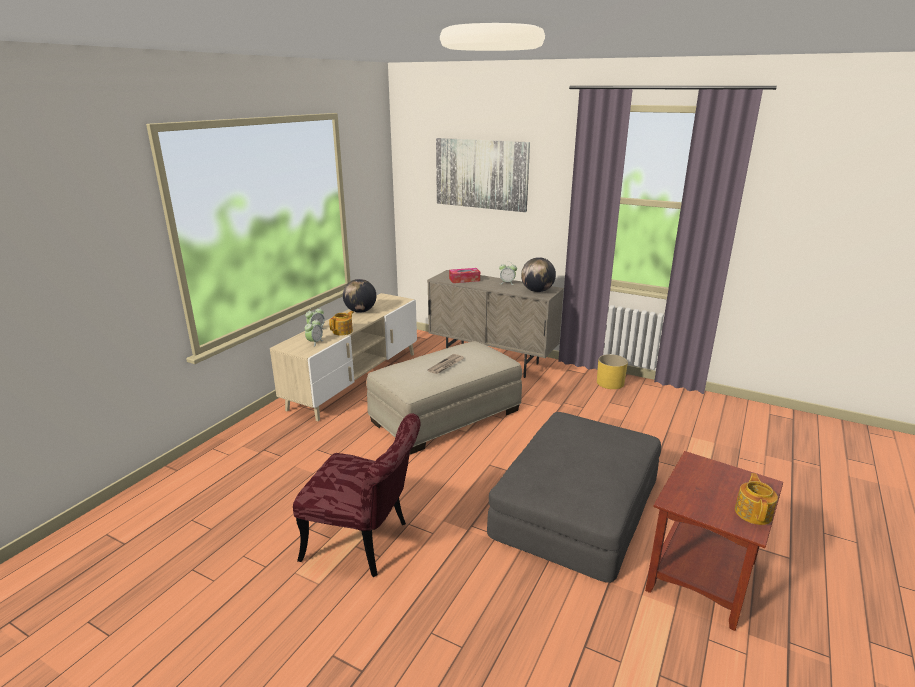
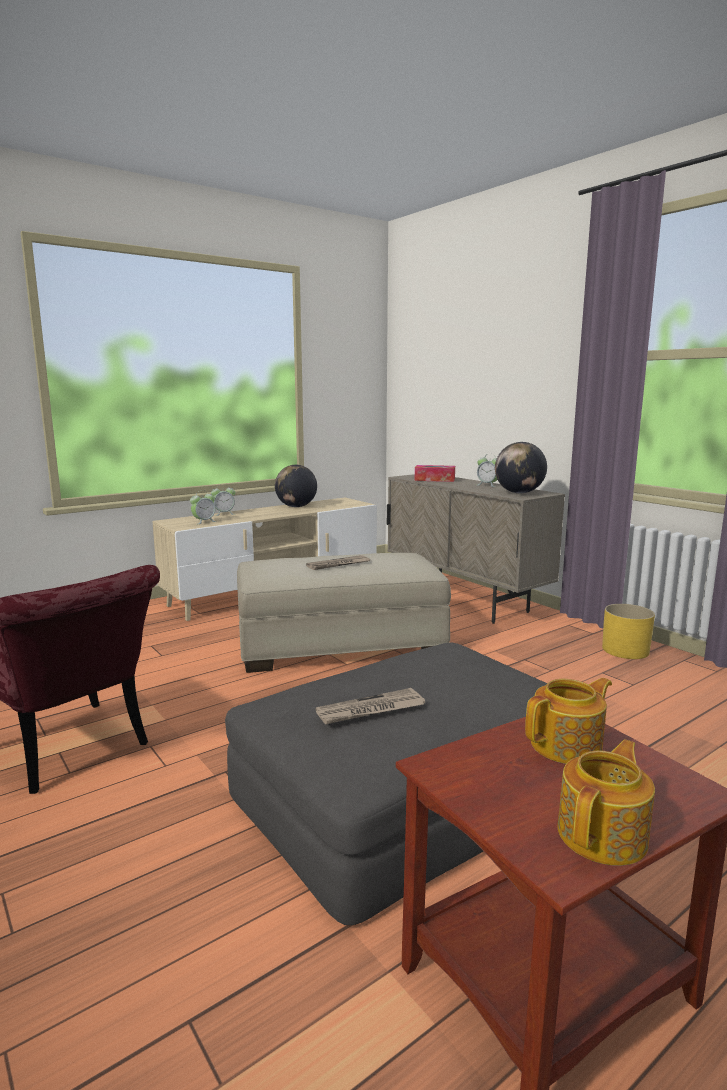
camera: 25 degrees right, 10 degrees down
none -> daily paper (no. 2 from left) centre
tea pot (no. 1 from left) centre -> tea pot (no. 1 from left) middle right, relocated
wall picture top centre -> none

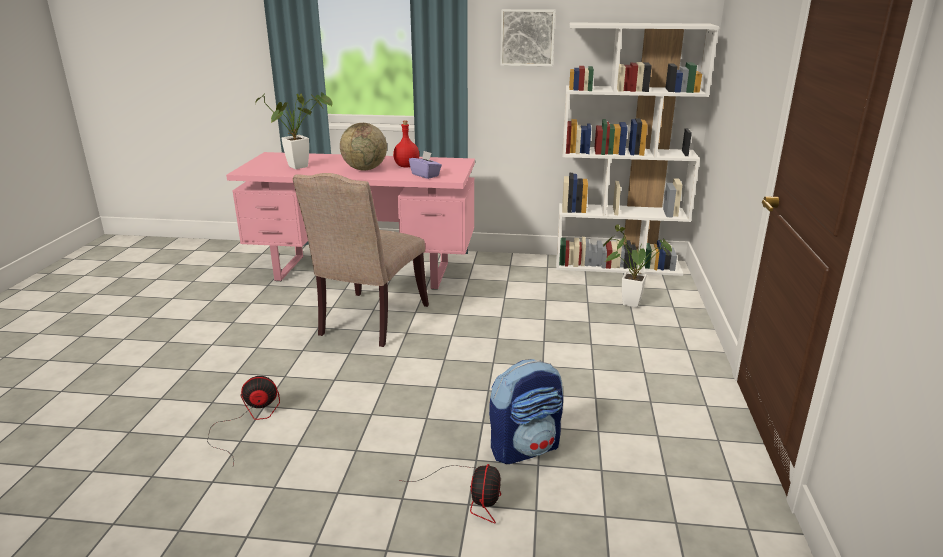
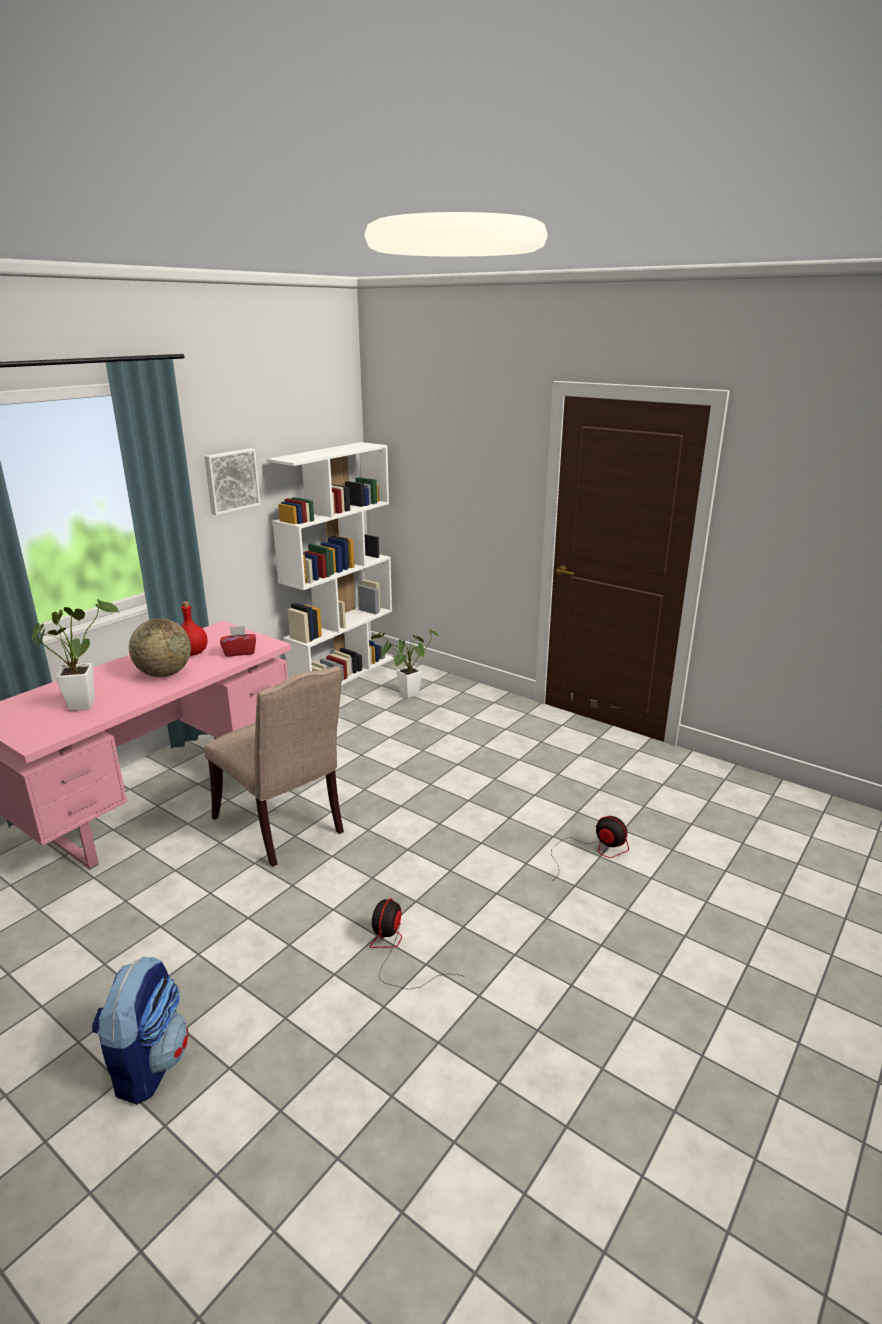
camera: 60 degrees left, 0 degrees up
rucksack bottom centre -> rucksack bottom left, relocated
purple-coloured tissue box top centre -> red tissue box middle left

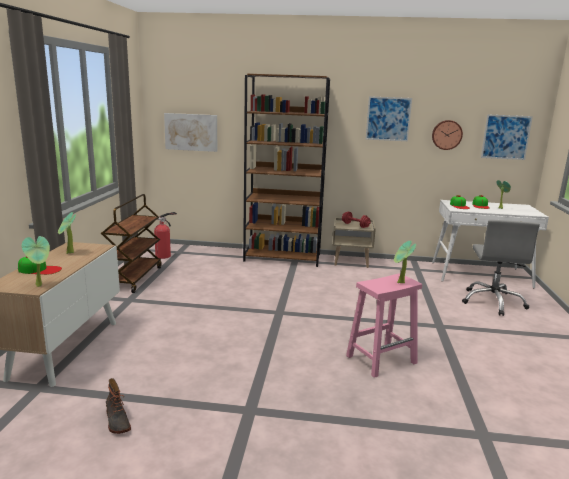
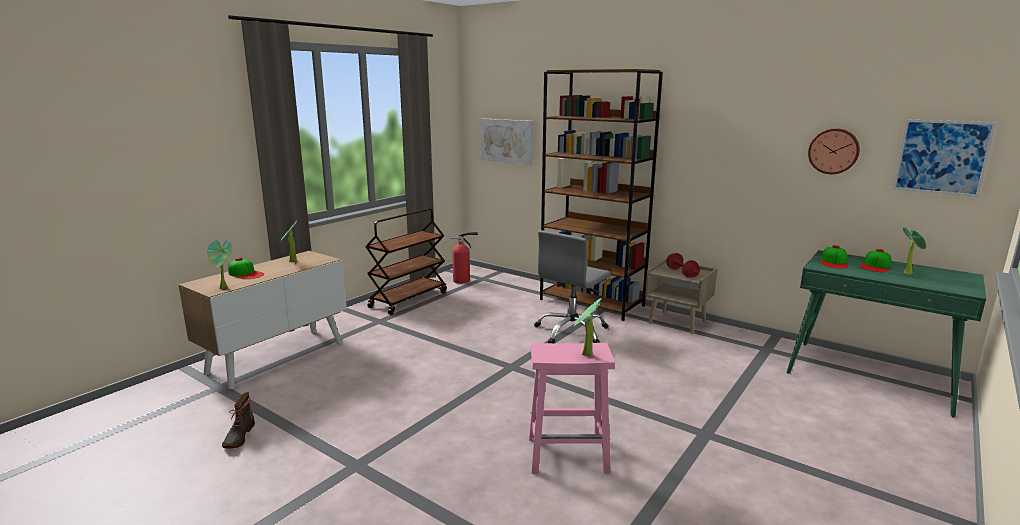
camera: 30 degrees right, 0 degrees up
gray desk chair middle right -> gray desk chair centre, relocated
white-coloured desk table middle right -> greenish desk table middle right
wall picture (no. 2 from left) top right -> none

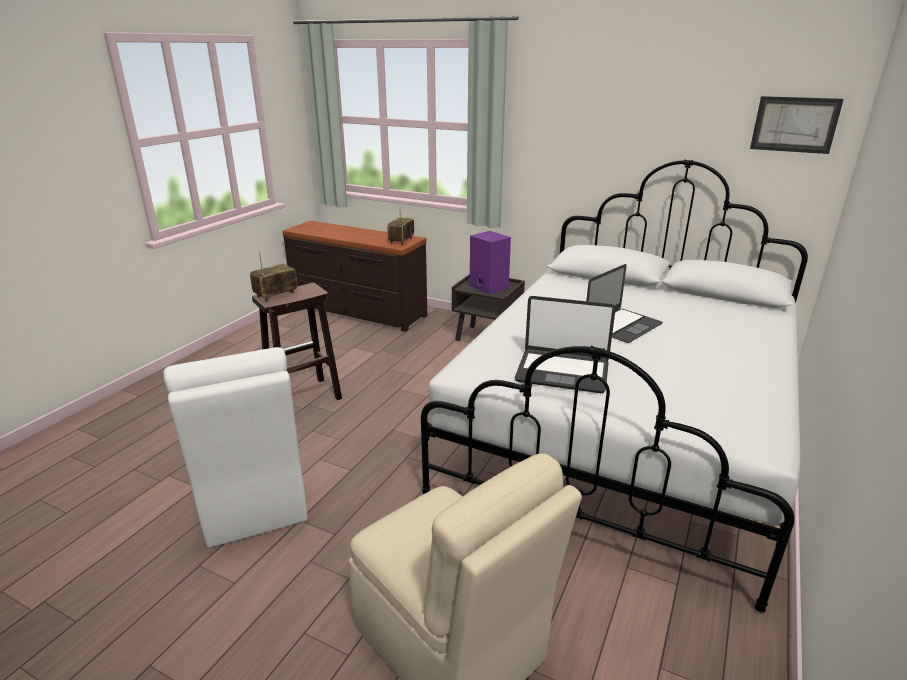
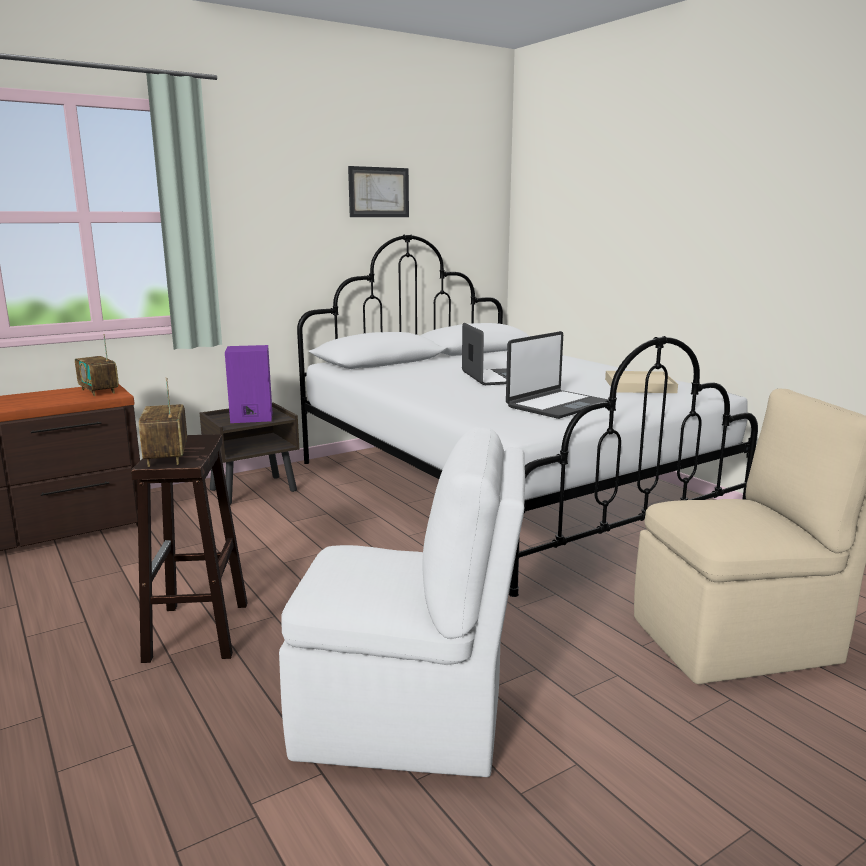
camera: 60 degrees left, 10 degrees down
wall picture top right -> wall picture top centre, relocated
none -> beige serving tray middle right

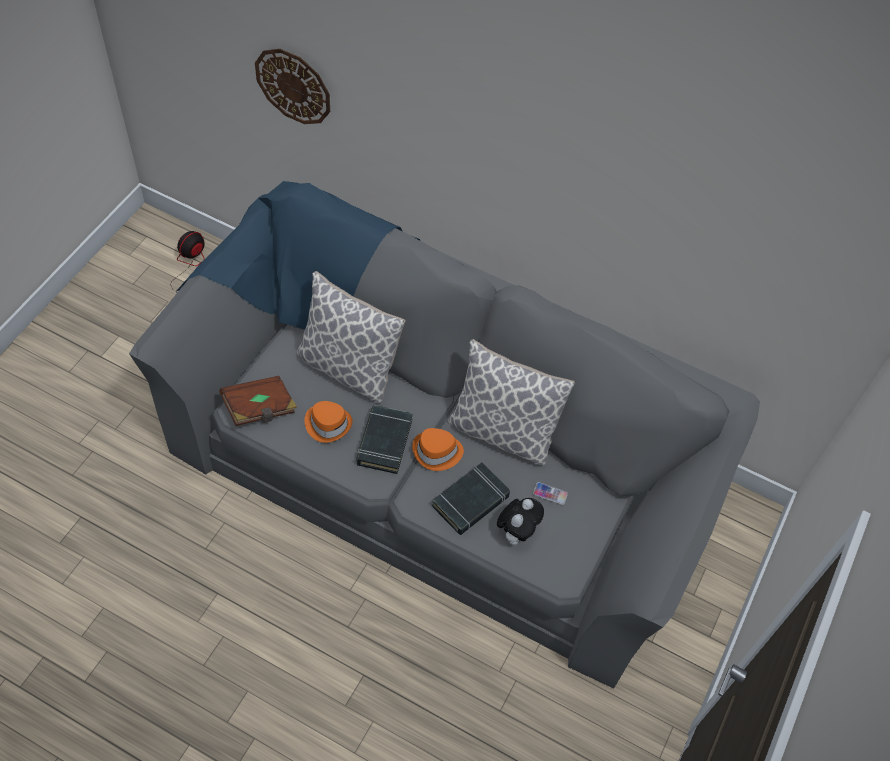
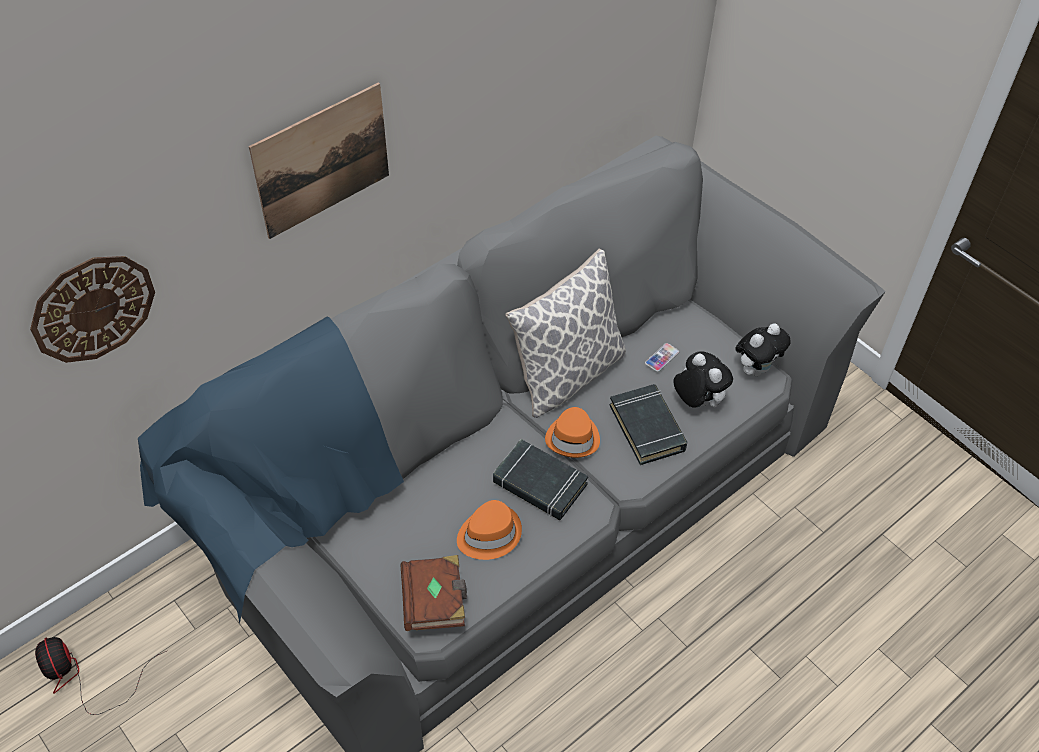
camera: 65 degrees left, 5 degrees down
none -> wall picture top left
none -> cuddly toy (no. 2 from left) middle right
cushion (no. 1 from left) centre -> none

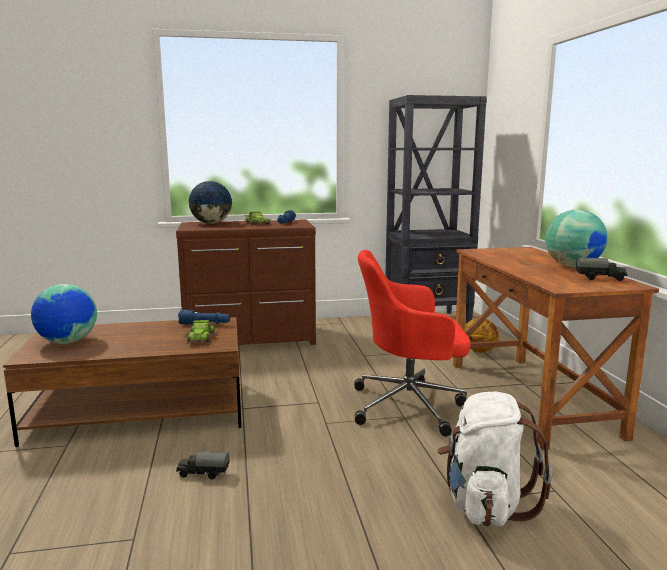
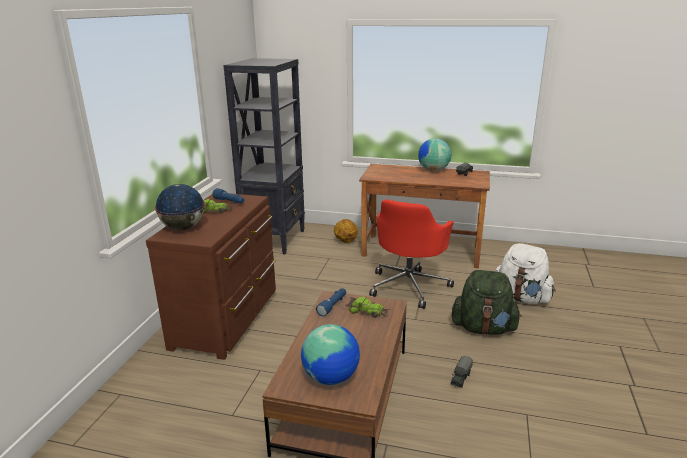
camera: 65 degrees left, 10 degrees up
none -> greenish rucksack middle right

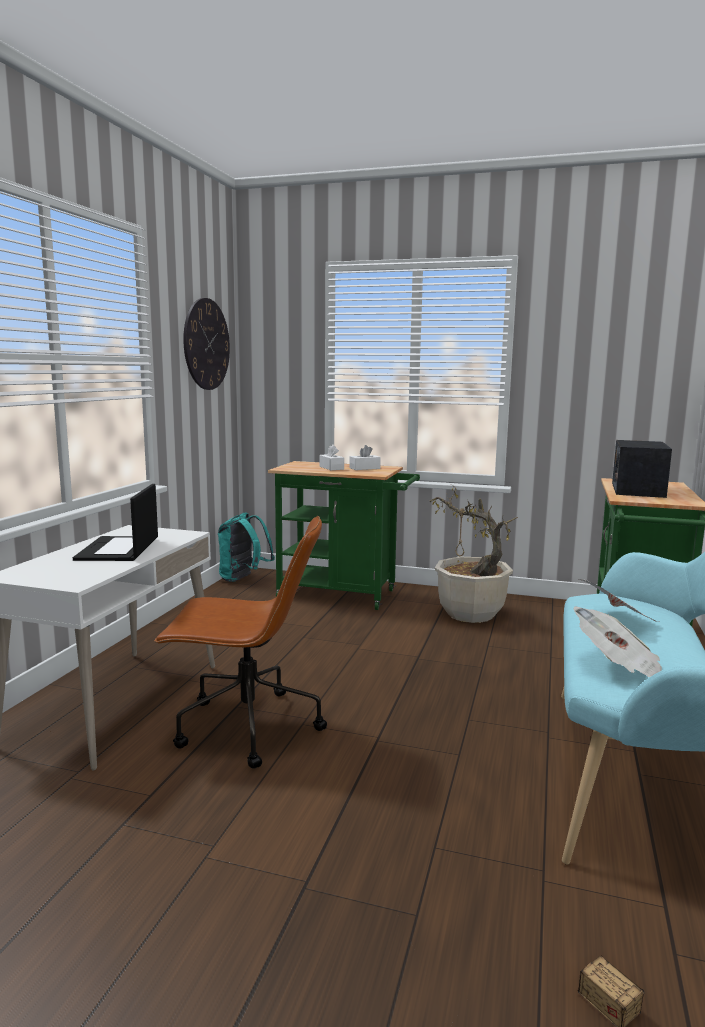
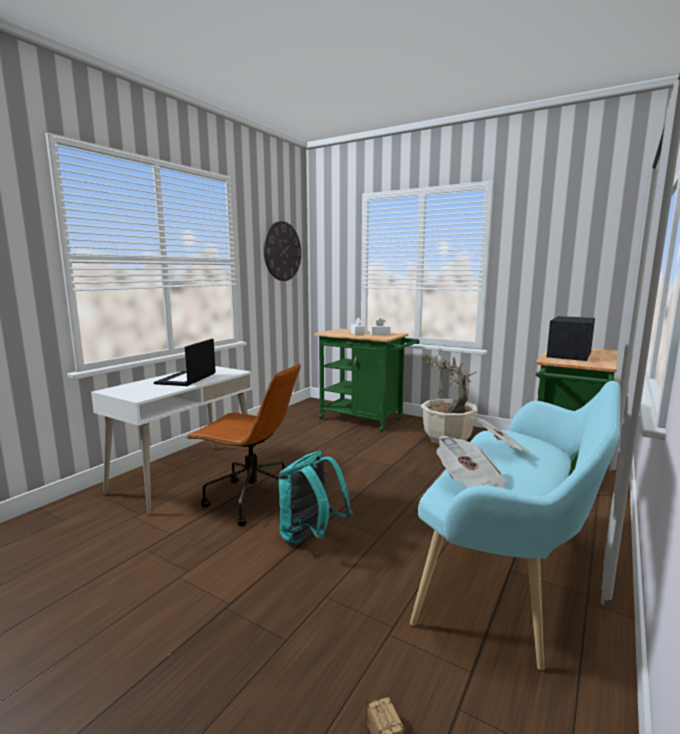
camera: 15 degrees right, 0 degrees up
turquoise rucksack centre -> turquoise rucksack bottom centre, relocated

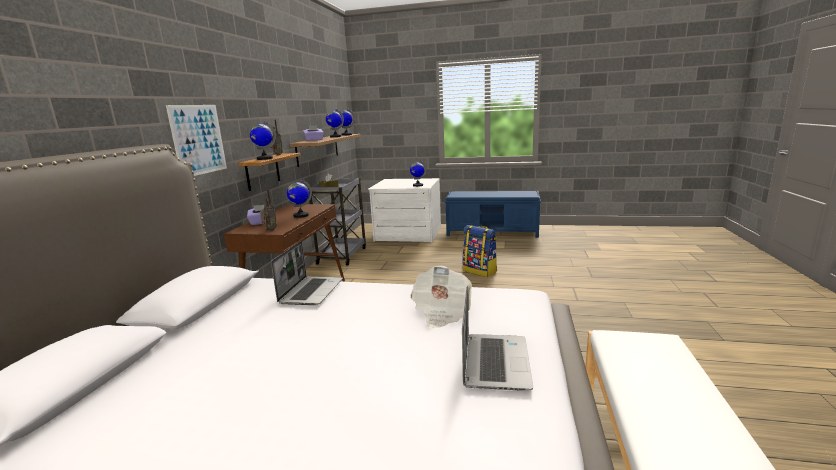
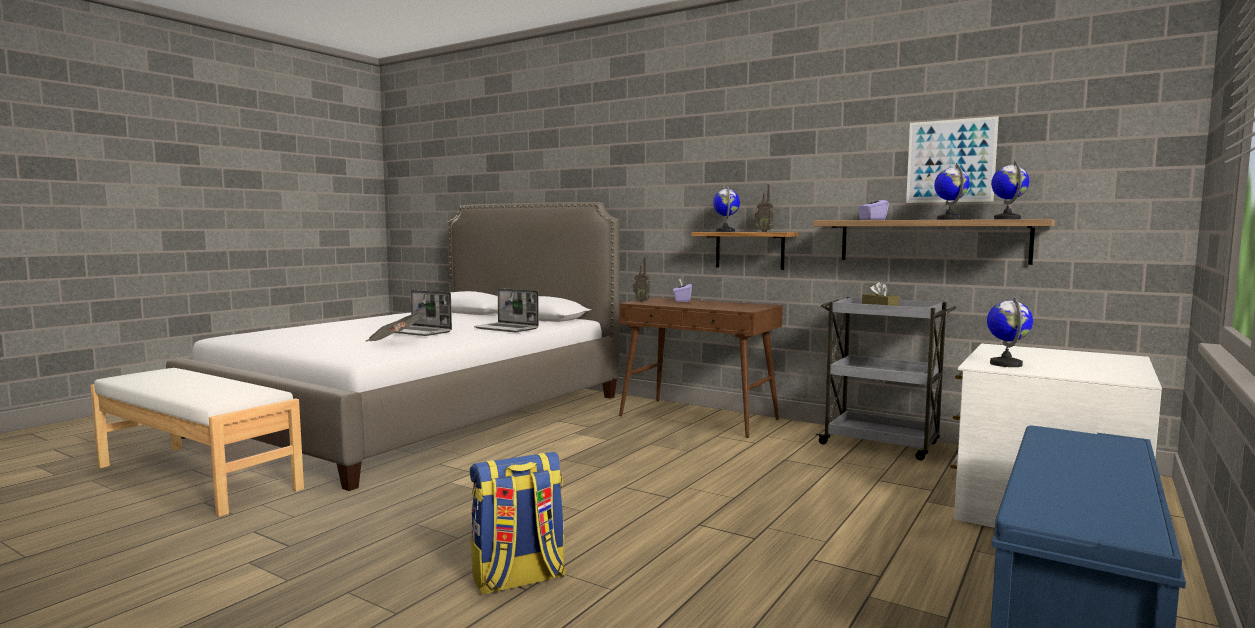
camera: 110 degrees right, 10 degrees down
notebook computer (no. 2 from left in the first image) bottom centre -> notebook computer (no. 1 from left) centre, relocated
rucksack centre -> rucksack bottom centre, relocated
wall picture top left -> wall picture top right, relocated
world globe (no. 2 from left) centre -> none

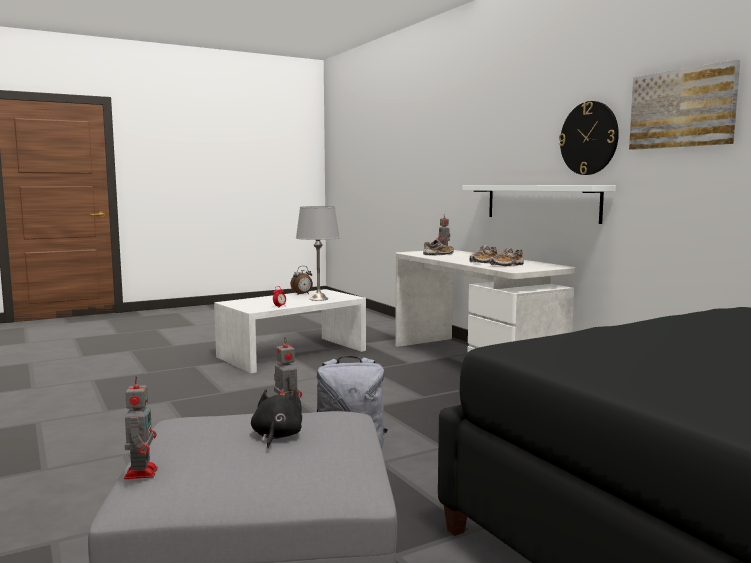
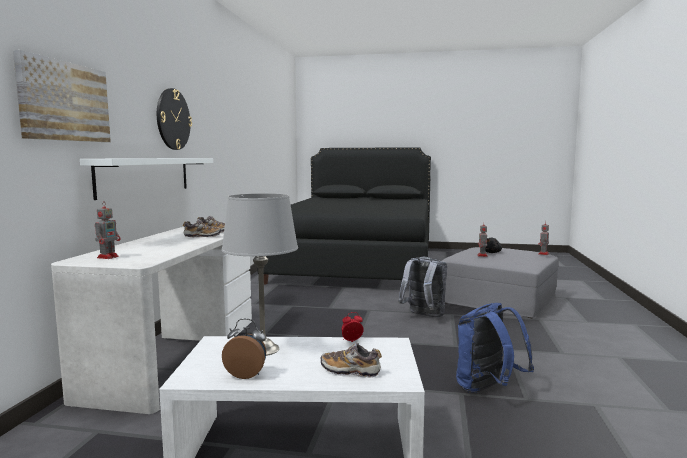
camera: 140 degrees left, 0 degrees up
wall picture top right -> wall picture top left, relocated
low shoe (no. 1 from left in the first image) centre -> low shoe (no. 3 from left) bottom centre, relocated
none -> blue rucksack bottom right

